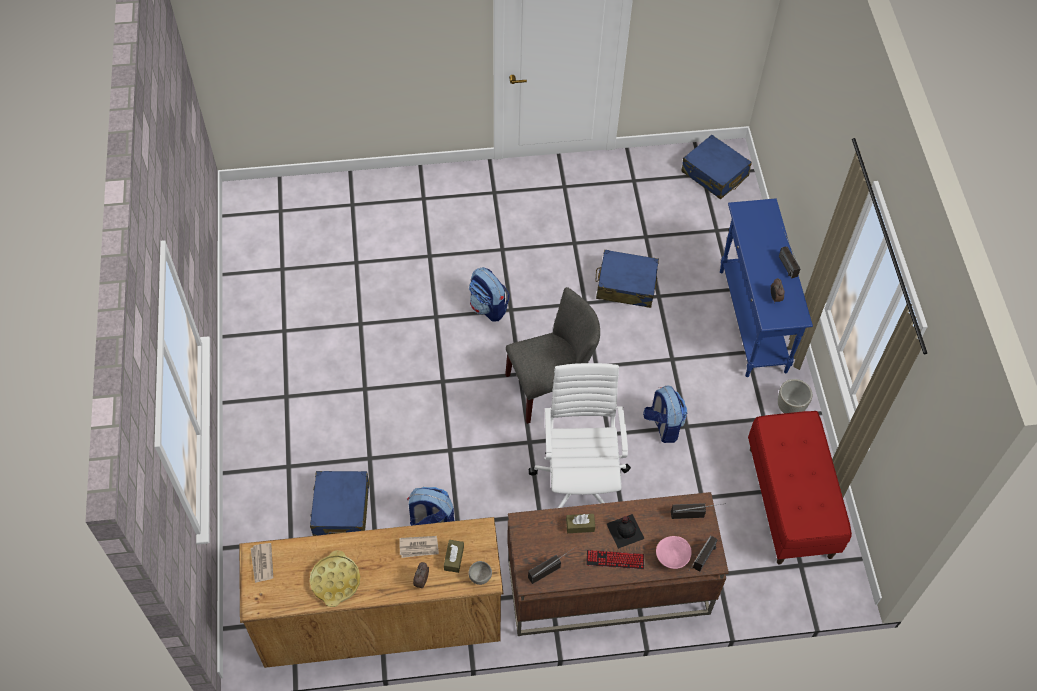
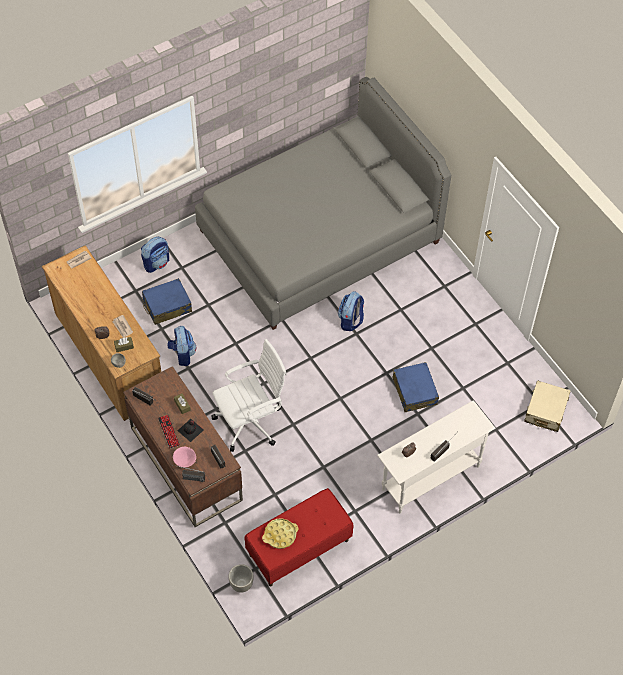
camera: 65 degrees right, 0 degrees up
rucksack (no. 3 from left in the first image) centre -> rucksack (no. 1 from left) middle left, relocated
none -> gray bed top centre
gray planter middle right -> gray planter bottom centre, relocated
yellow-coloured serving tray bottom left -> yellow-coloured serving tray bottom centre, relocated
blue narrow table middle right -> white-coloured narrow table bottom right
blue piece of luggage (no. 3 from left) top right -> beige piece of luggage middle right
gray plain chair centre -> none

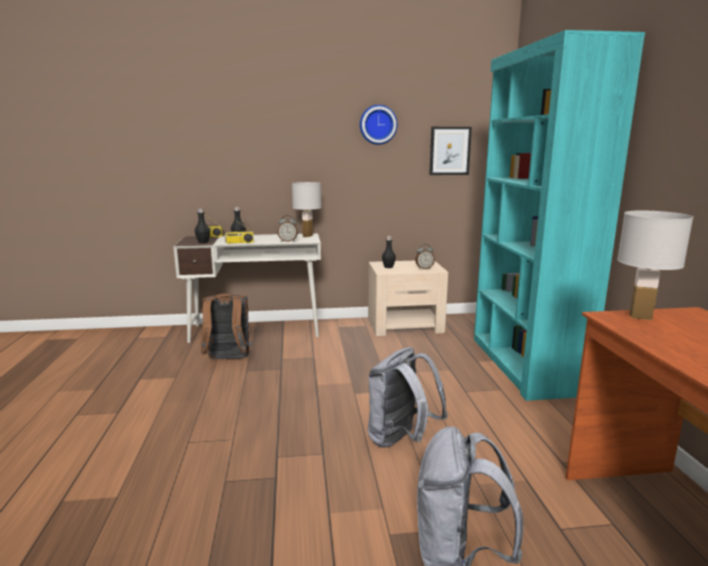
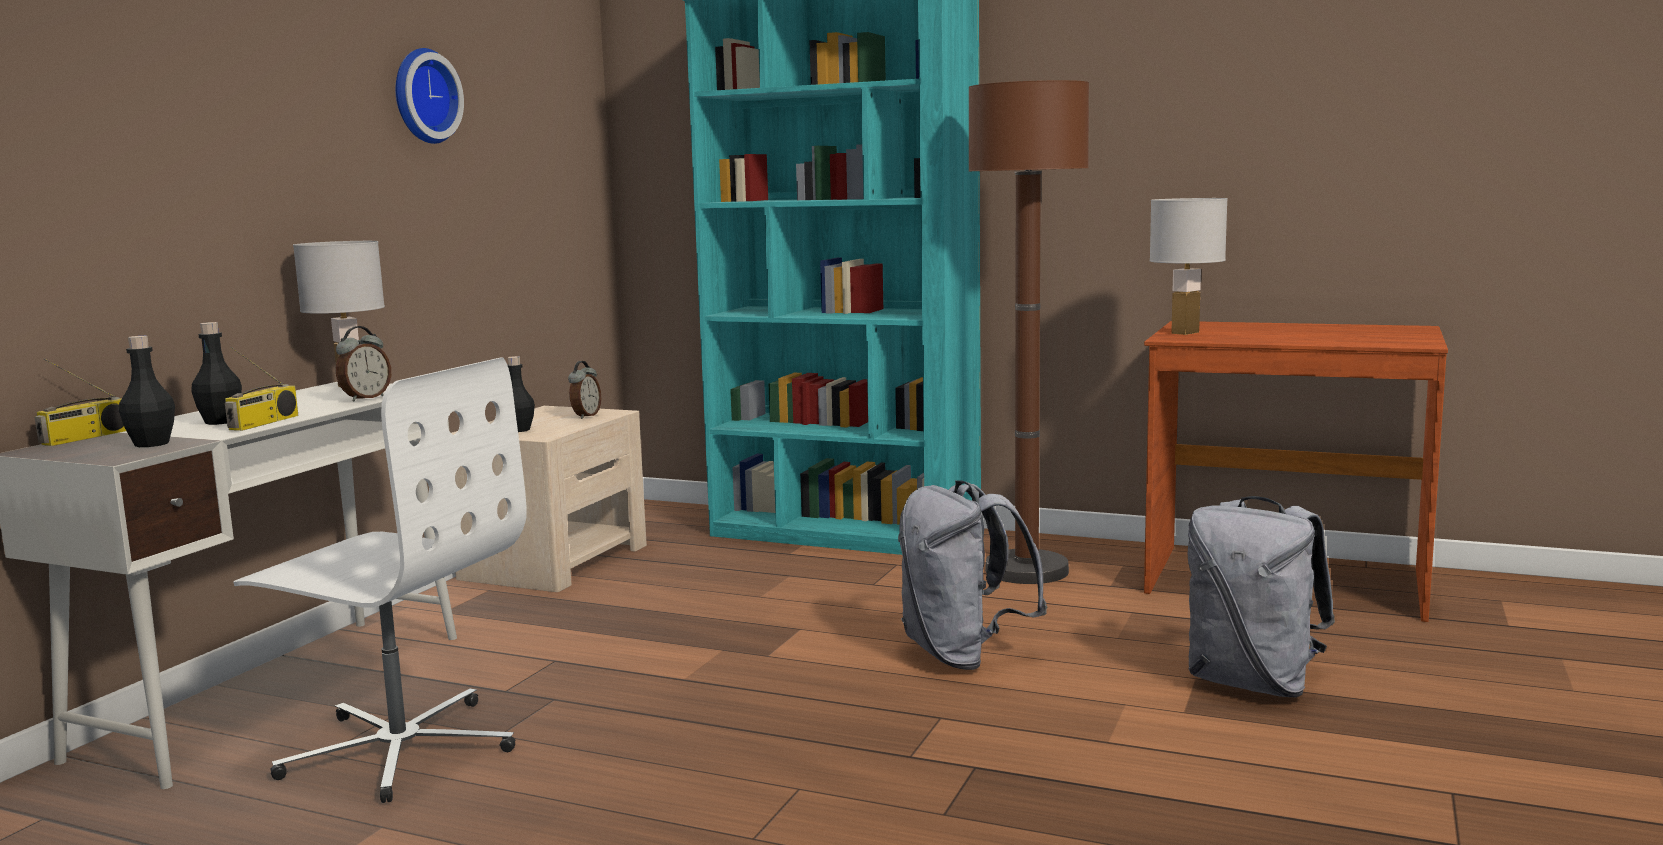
camera: 60 degrees left, 5 degrees down
brown rucksack middle left -> white-coloured desk chair bottom left
none -> brown standing lamp centre
wall picture top centre -> none

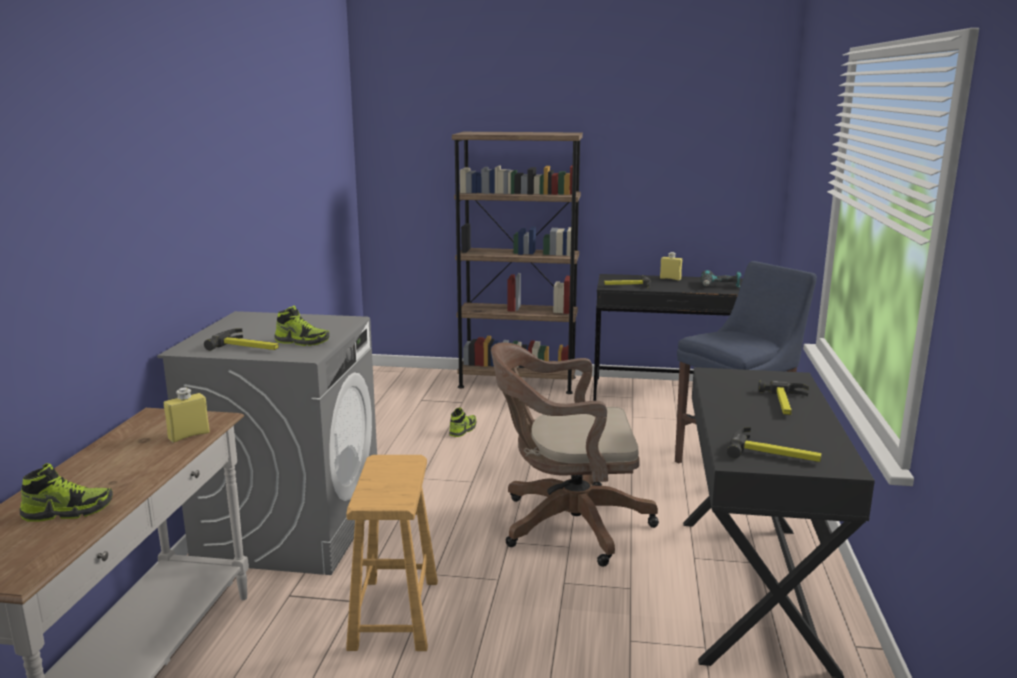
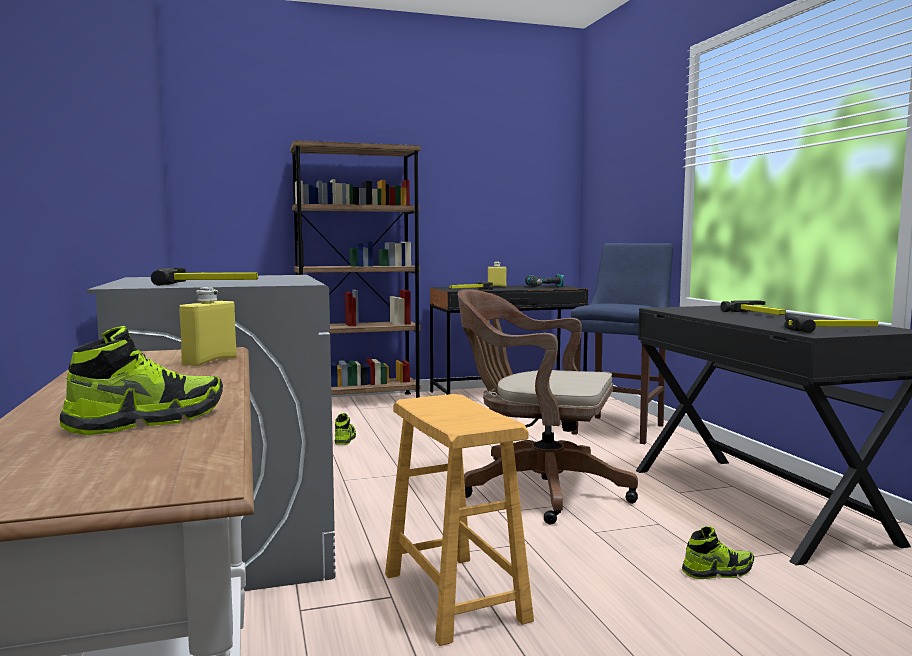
camera: 25 degrees left, 10 degrees down
brown desk chair bottom centre -> brown desk chair centre, 45 degrees clockwise
low shoe (no. 2 from left in the first image) middle left -> low shoe (no. 3 from left) bottom right, relocated

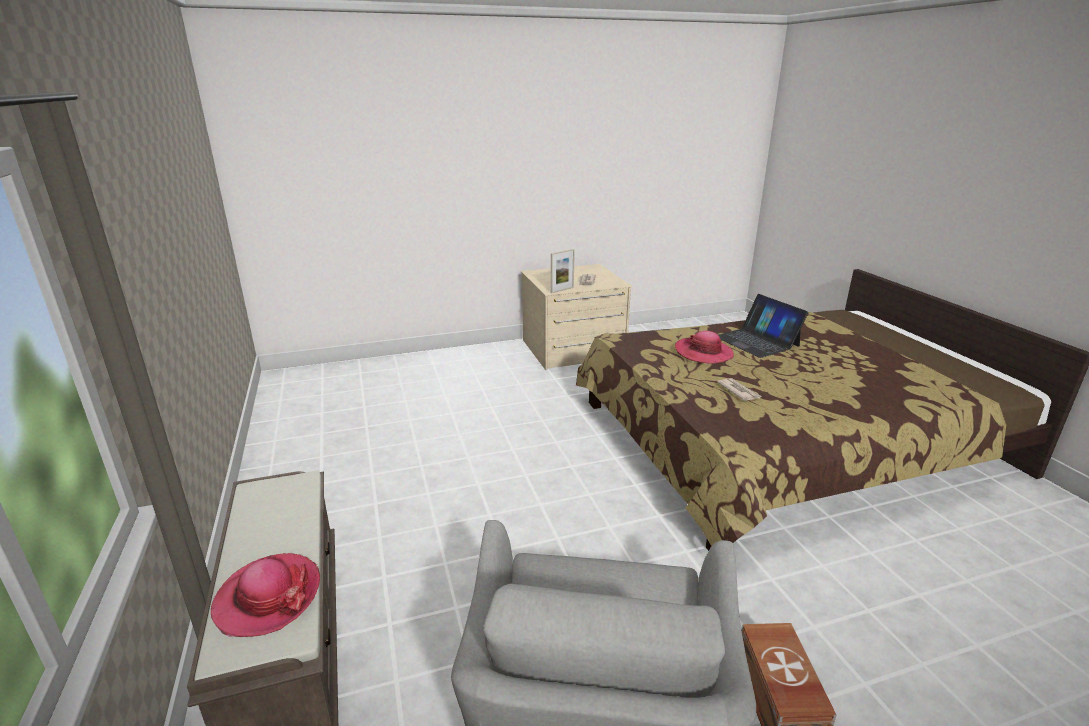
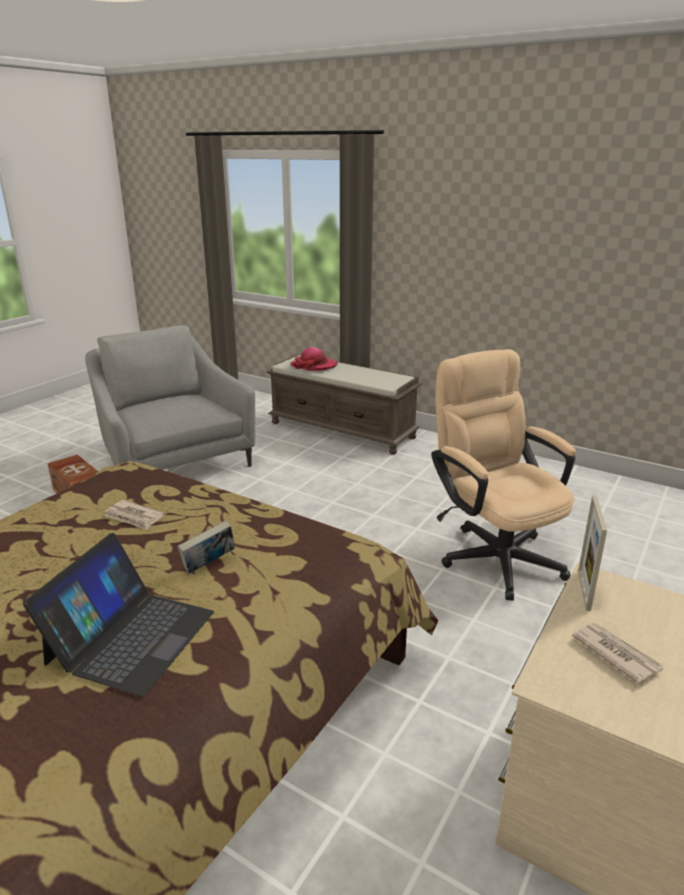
camera: 140 degrees right, 0 degrees up
notebook computer middle right -> notebook computer bottom left, 90 degrees clockwise
hat (no. 2 from left) centre -> book middle left
none -> beige desk chair middle right

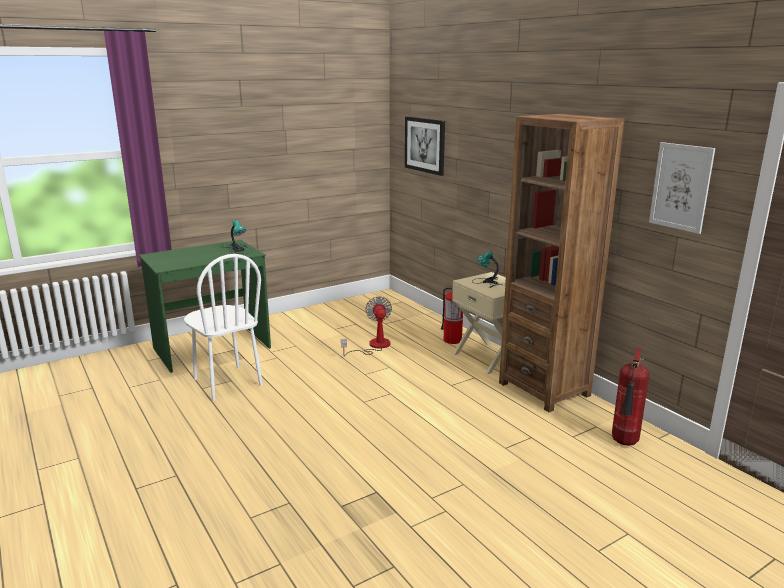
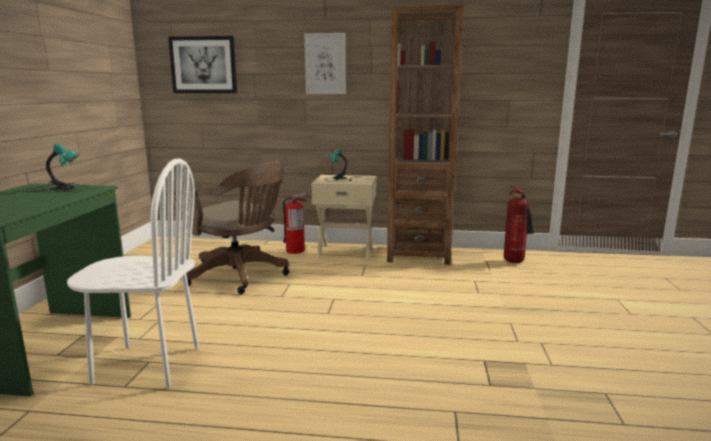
camera: 50 degrees left, 5 degrees down
electric fan centre -> brown desk chair centre
wall picture (no. 2 from left) top right -> wall picture (no. 2 from left) top centre, relocated

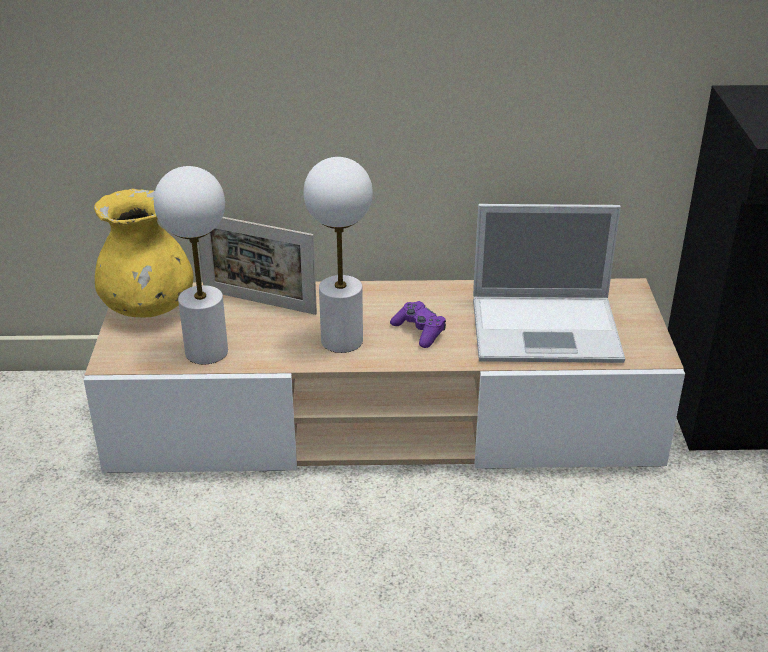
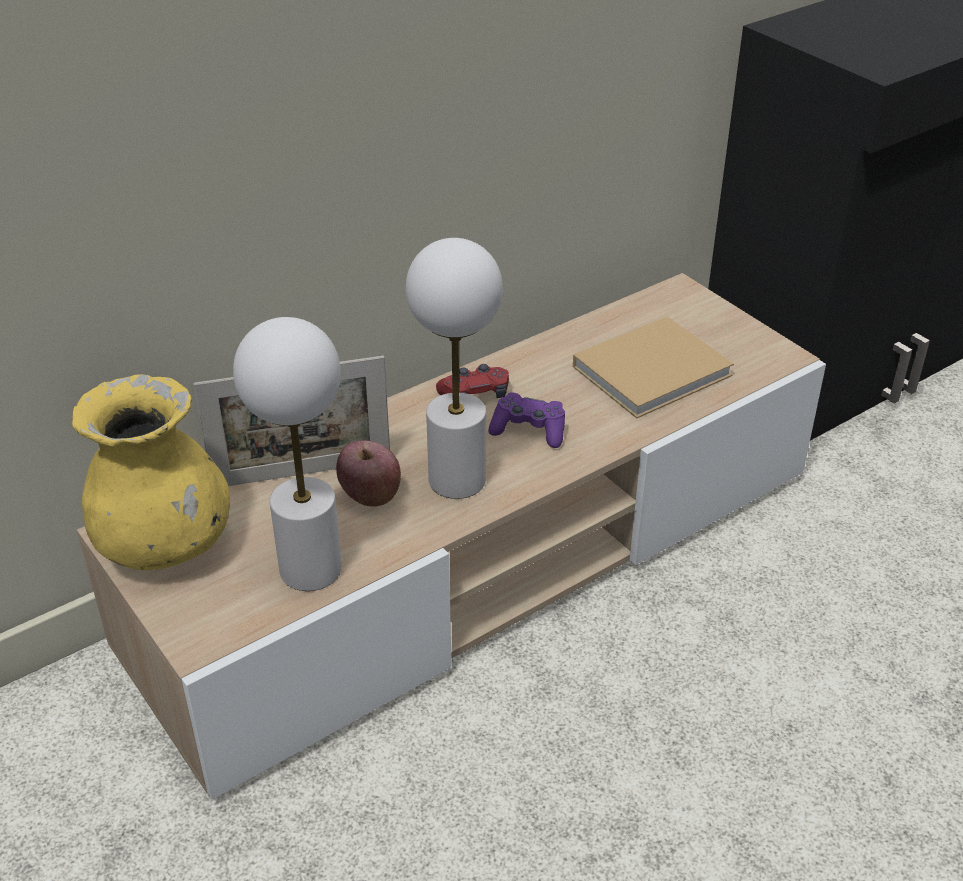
camera: 35 degrees left, 5 degrees up
none -> whole apple centre
none -> red game controller centre
notebook computer middle right -> beige book middle right

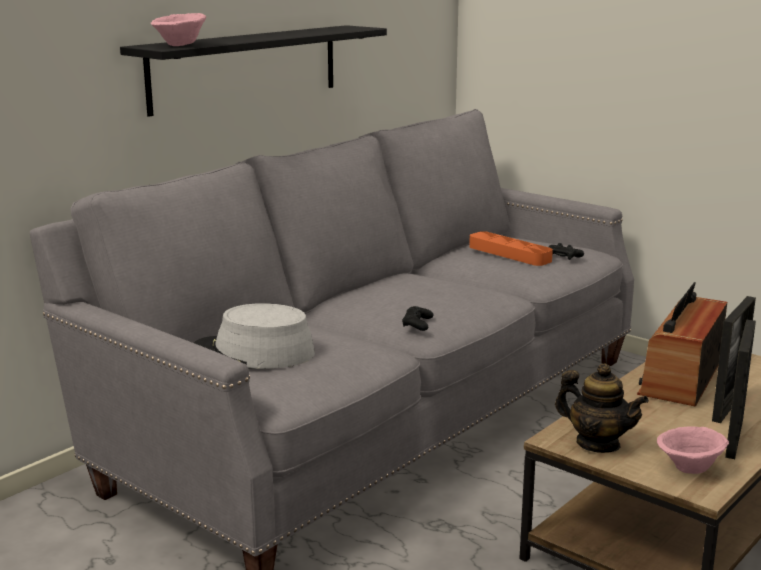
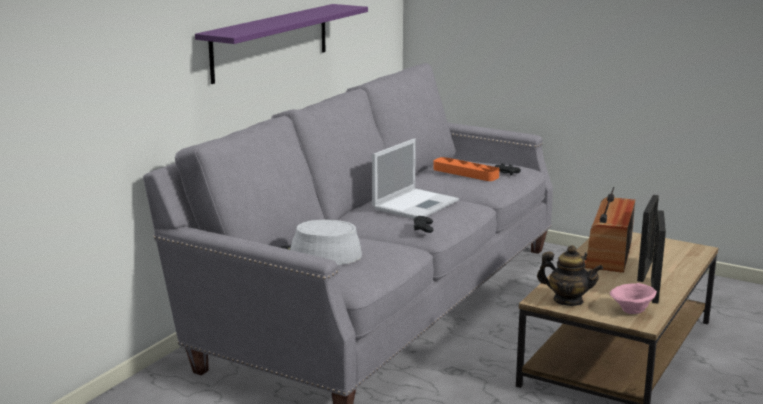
camera: 10 degrees left, 0 degrees up
black wall shelf top left -> purple-coloured wall shelf top centre
none -> notebook computer centre
pink-coloured serving bowl (no. 1 from left) top left -> none

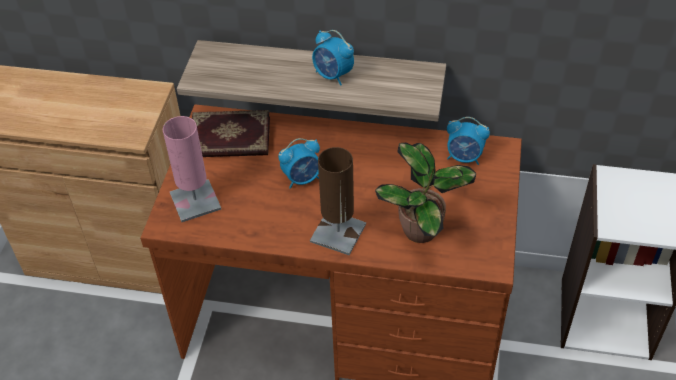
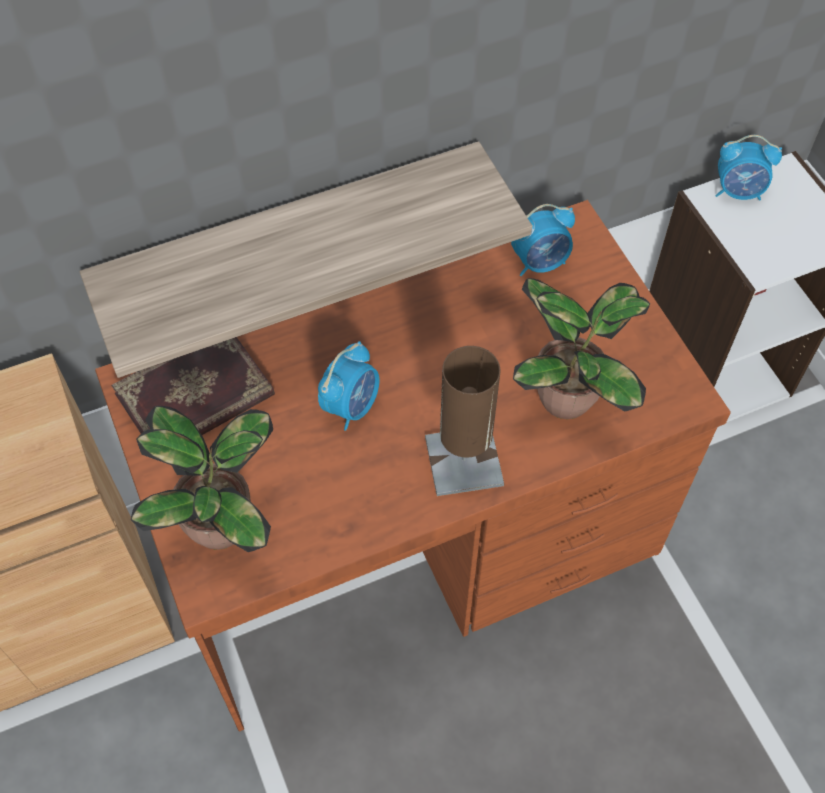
camera: 35 degrees left, 10 degrees up
pink-coloured lamp for a table middle left -> potted plant (no. 1 from left) middle left
table clock (no. 2 from left in the first image) top centre -> table clock (no. 3 from left) top right, relocated

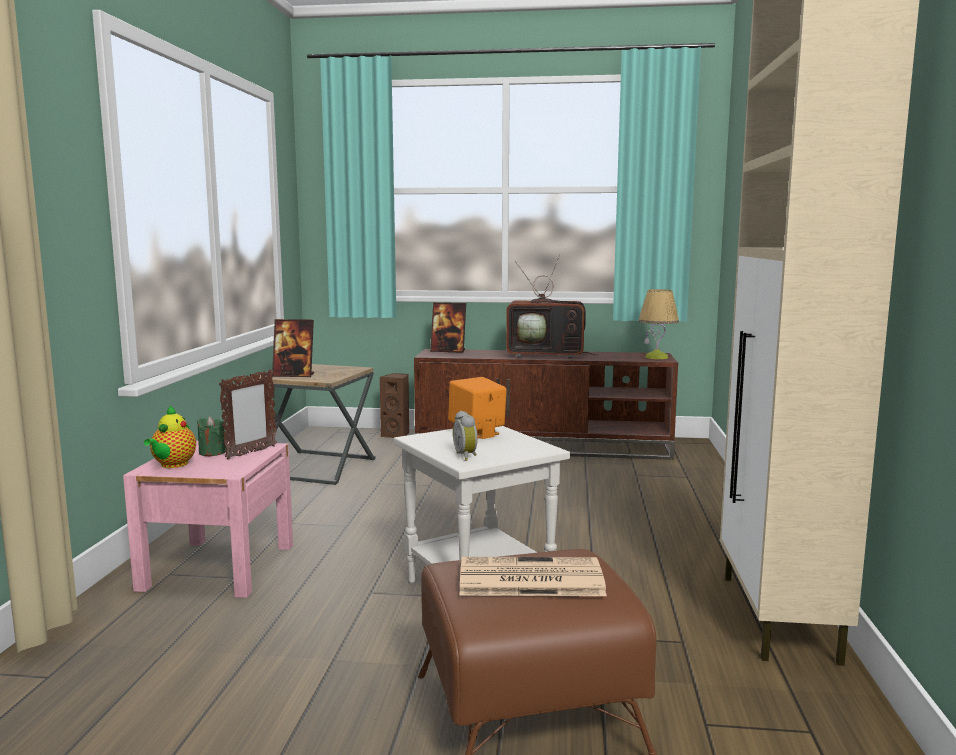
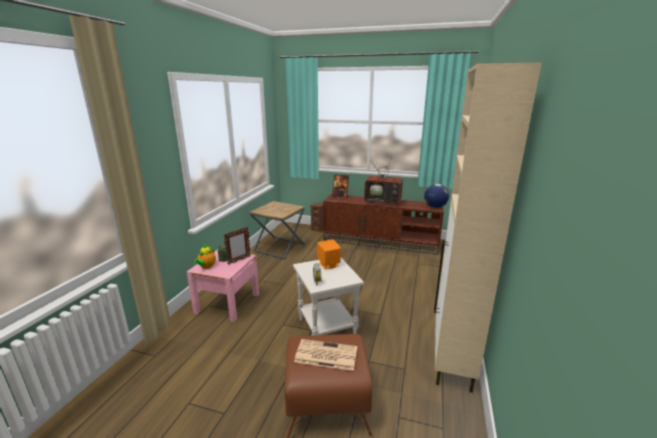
camera: 10 degrees right, 10 degrees up
lamp for a table middle right -> world globe centre
standing frame (no. 2 from left) middle left -> none

